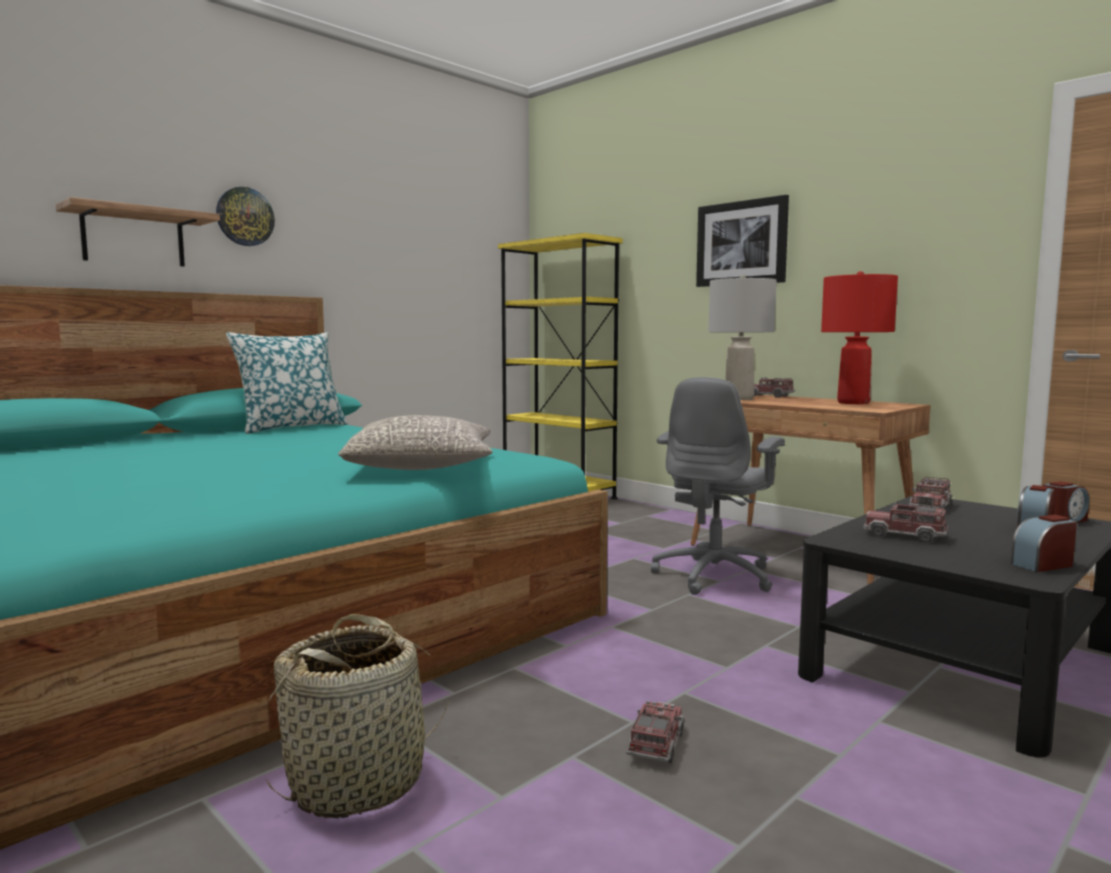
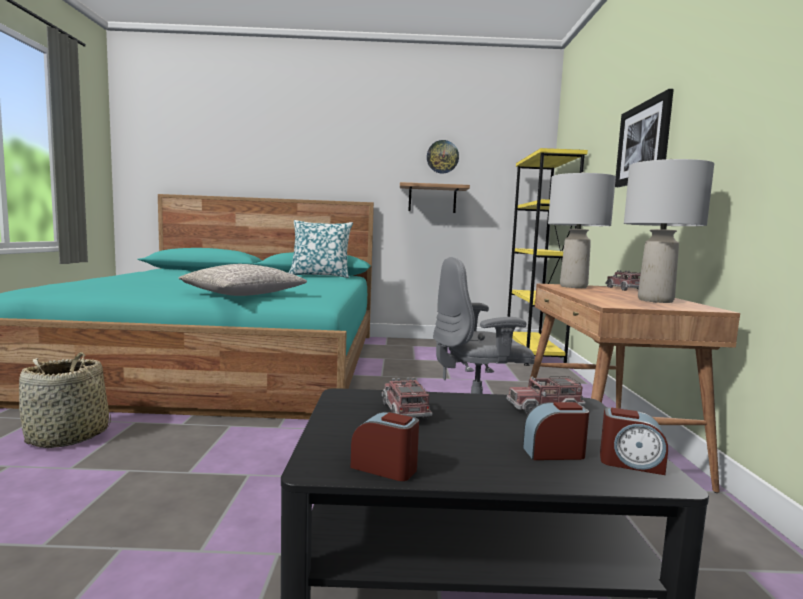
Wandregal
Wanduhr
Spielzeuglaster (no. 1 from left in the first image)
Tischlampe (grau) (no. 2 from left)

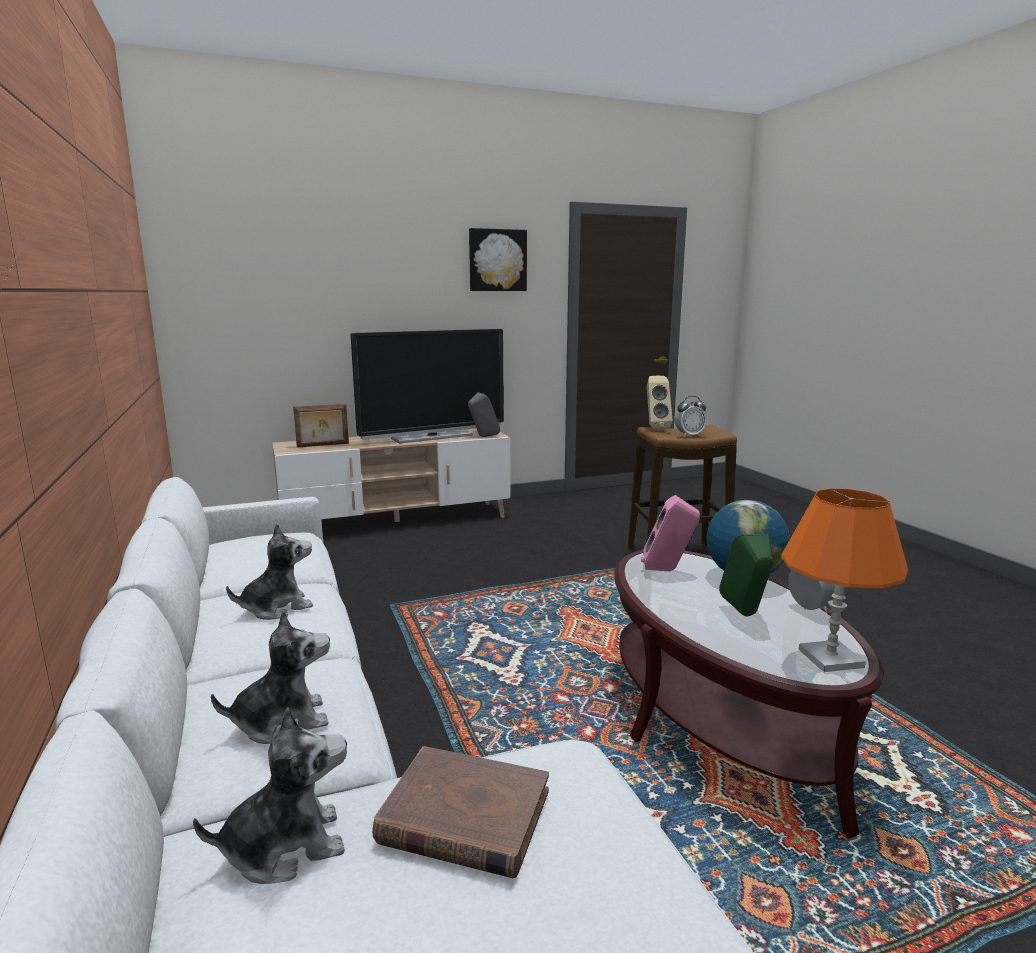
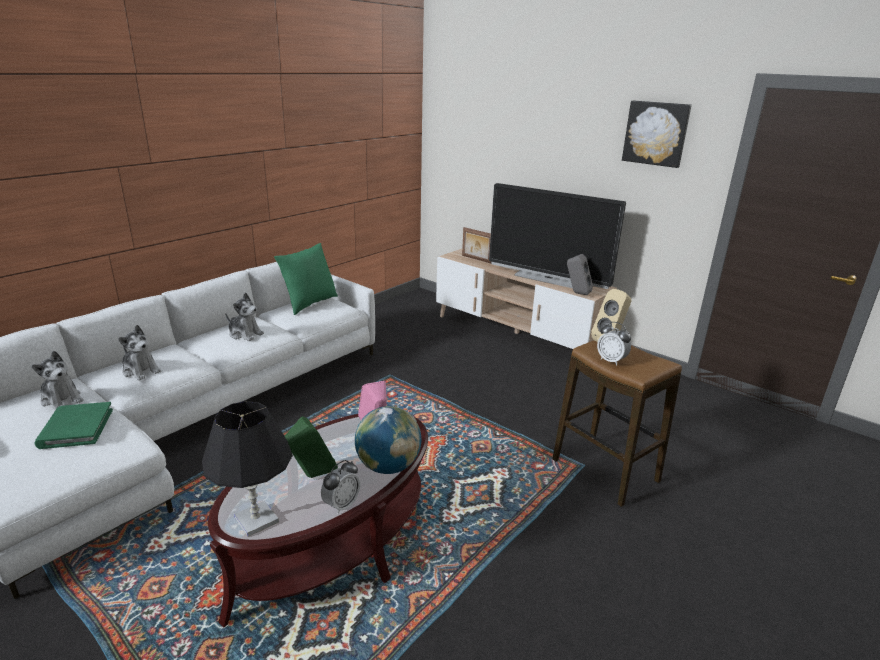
Buch (grün)
Tischlampe (schwarz)
Kissen (grün)

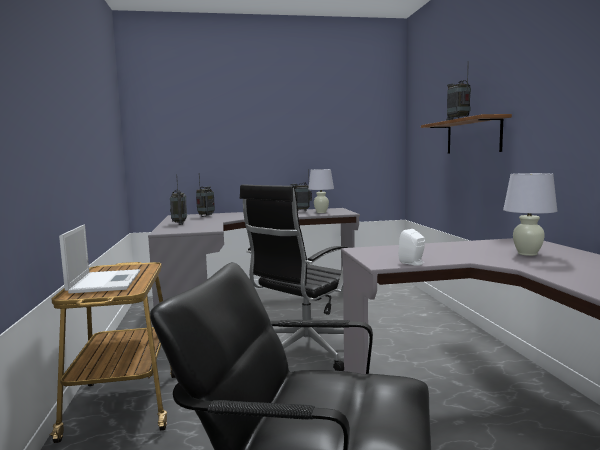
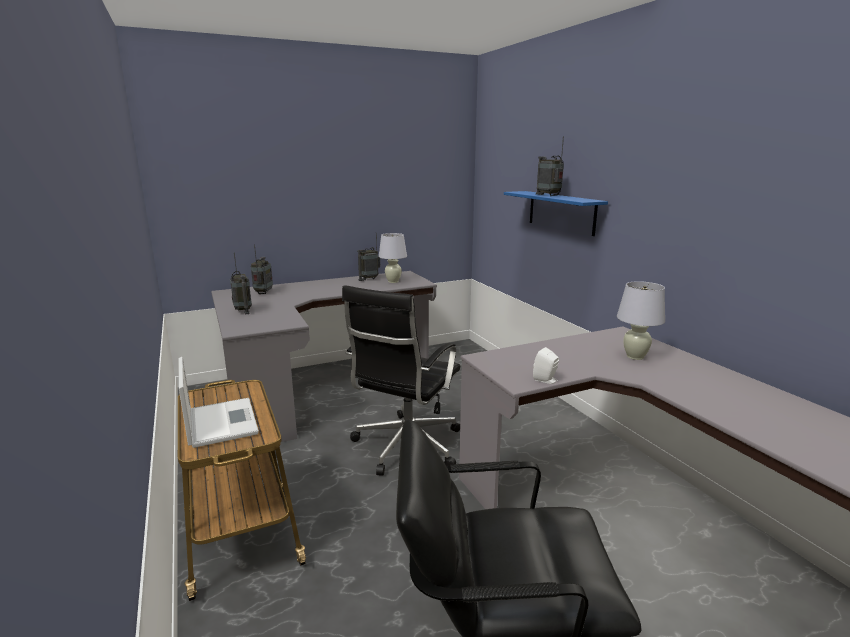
Wandregal (blau)

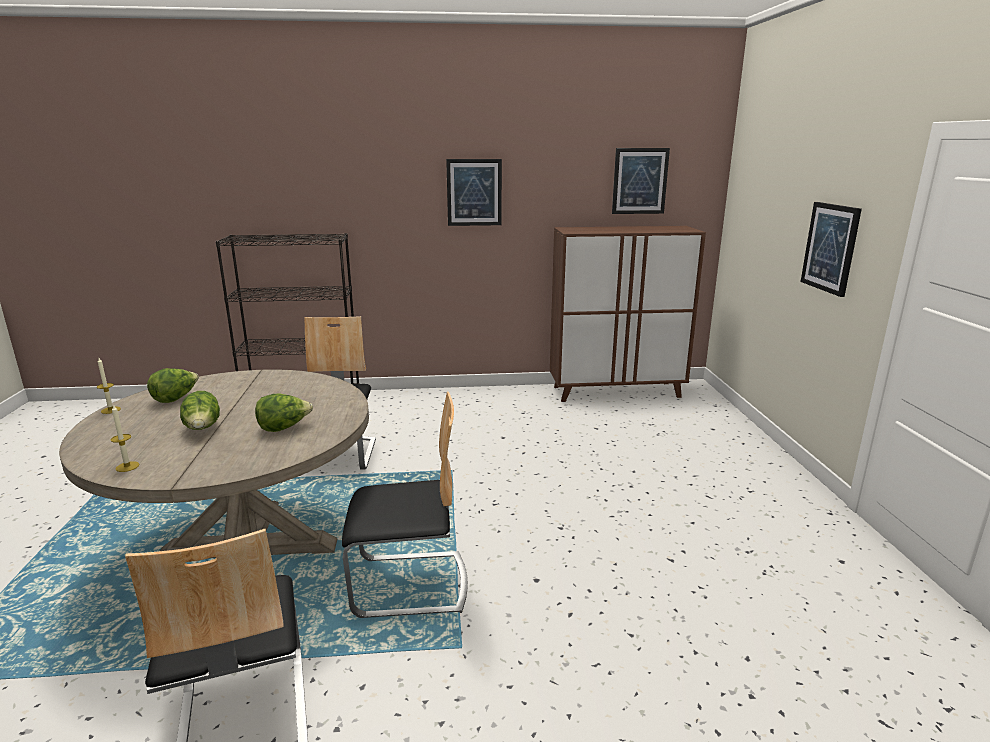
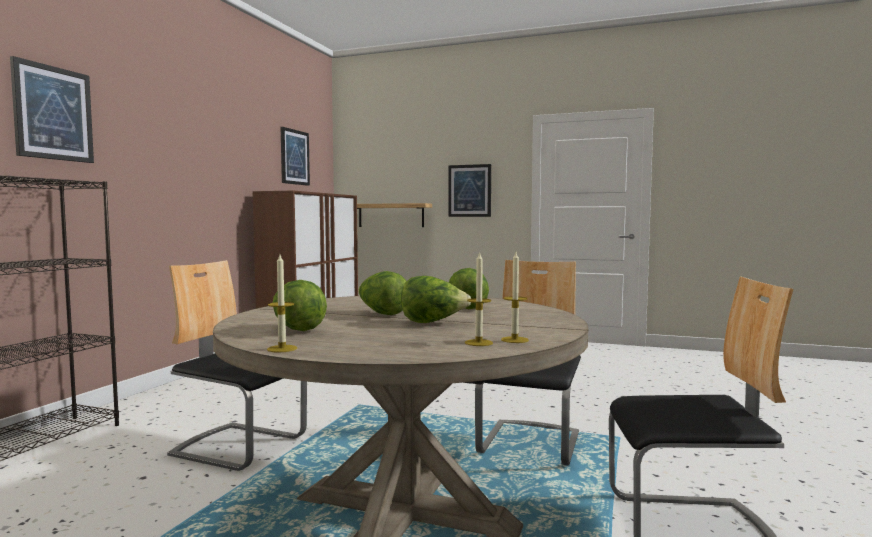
Bild (no. 1 from left)
Wandregal
Salatkopf (no. 2 from left)
Kerze (no. 2 from left)

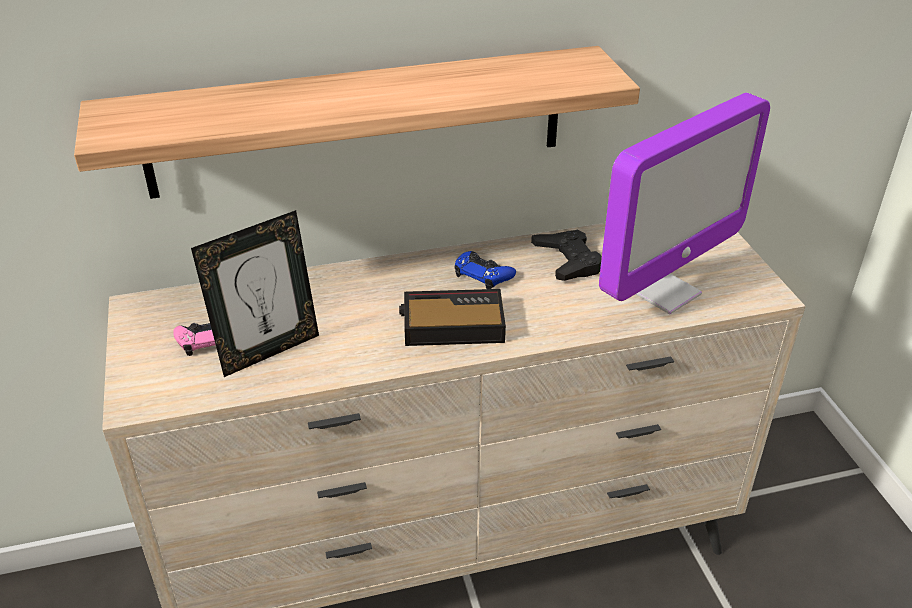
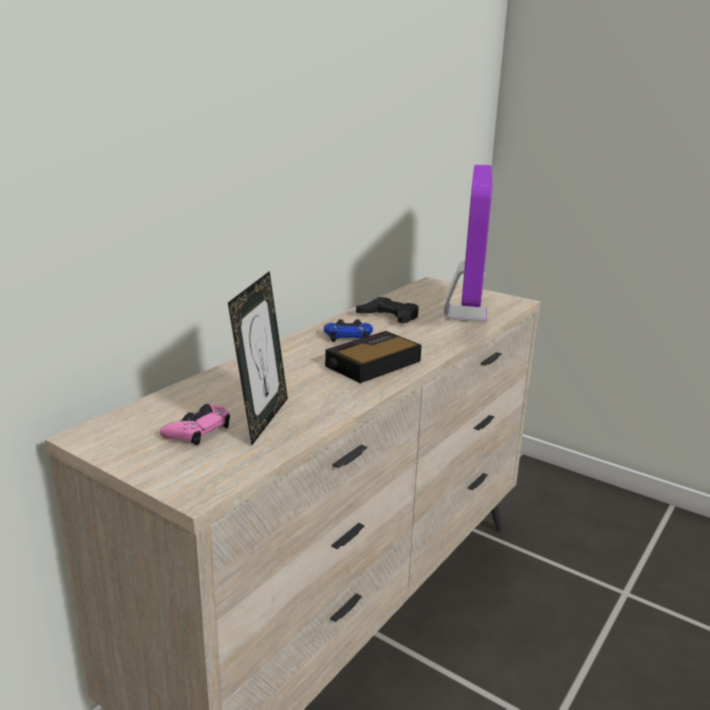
Wandregal

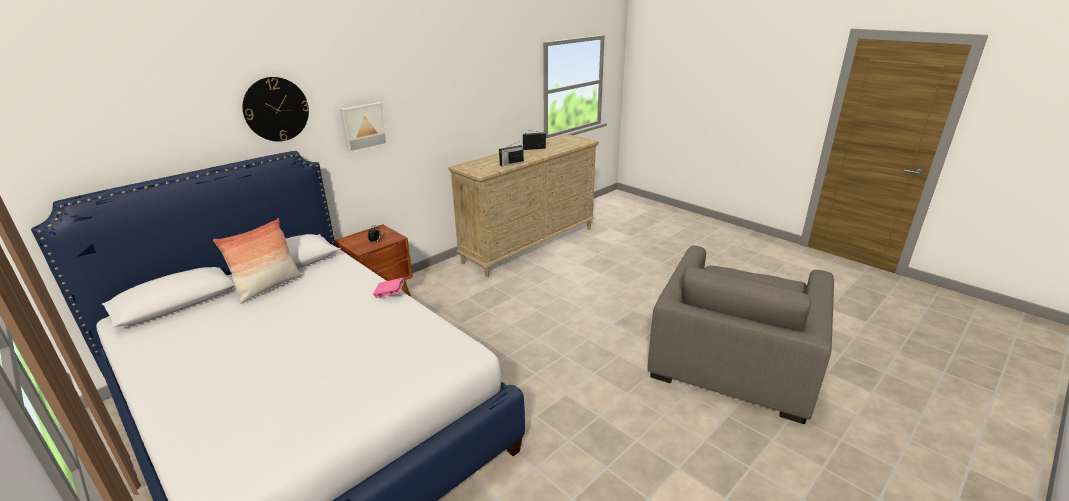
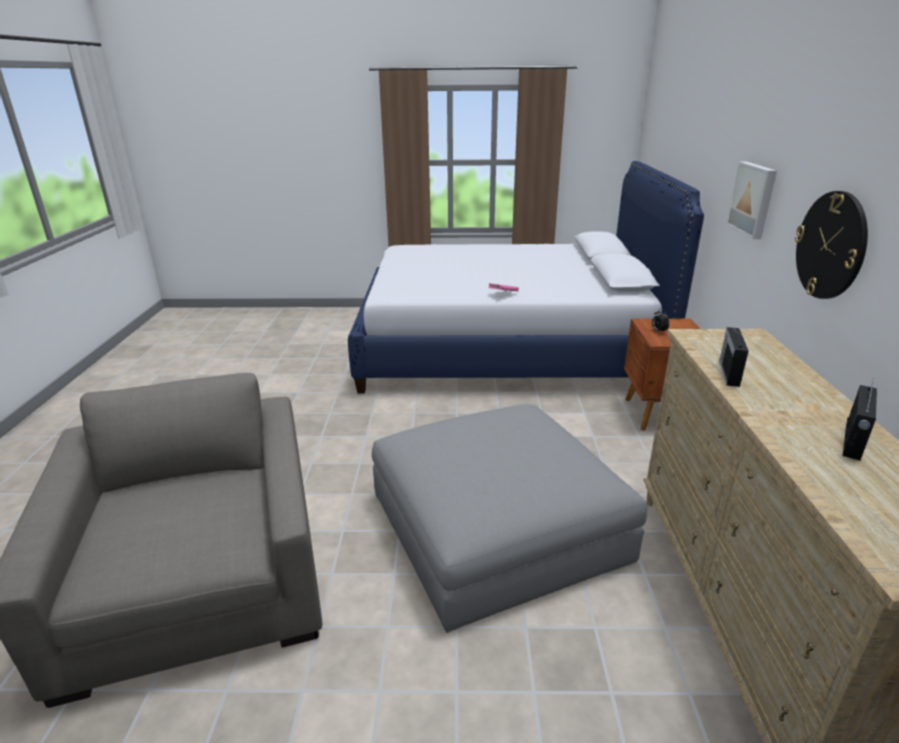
Kissen
Wanduhr
Polsterhocker (grau)

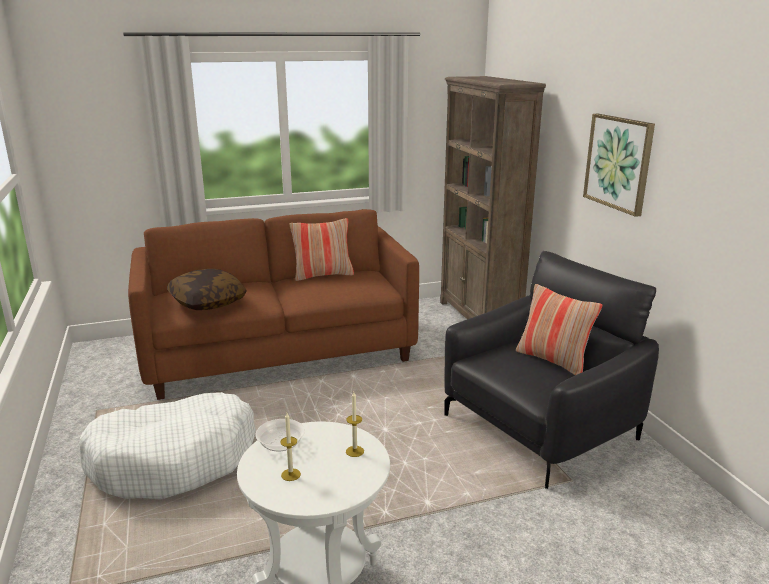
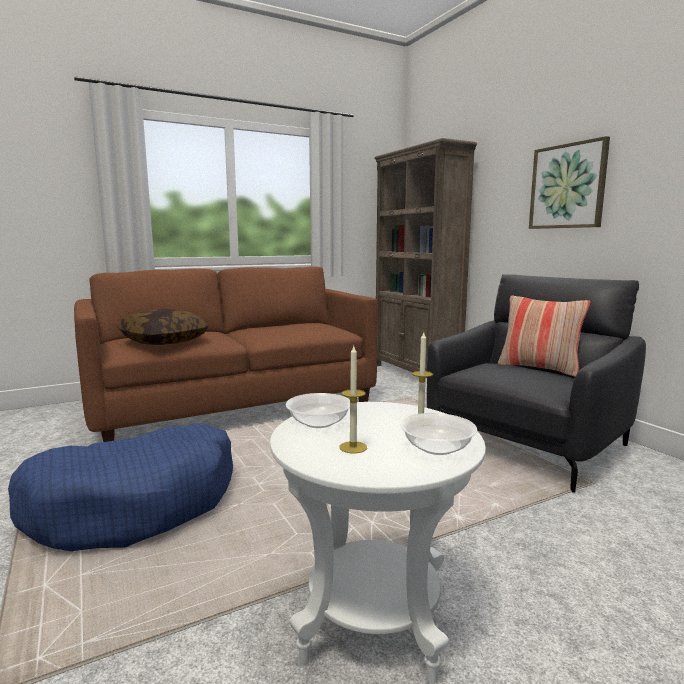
Hundebett (blau)
Kissen (no. 2 from left in the first image)
Schüssel (no. 2 from left)

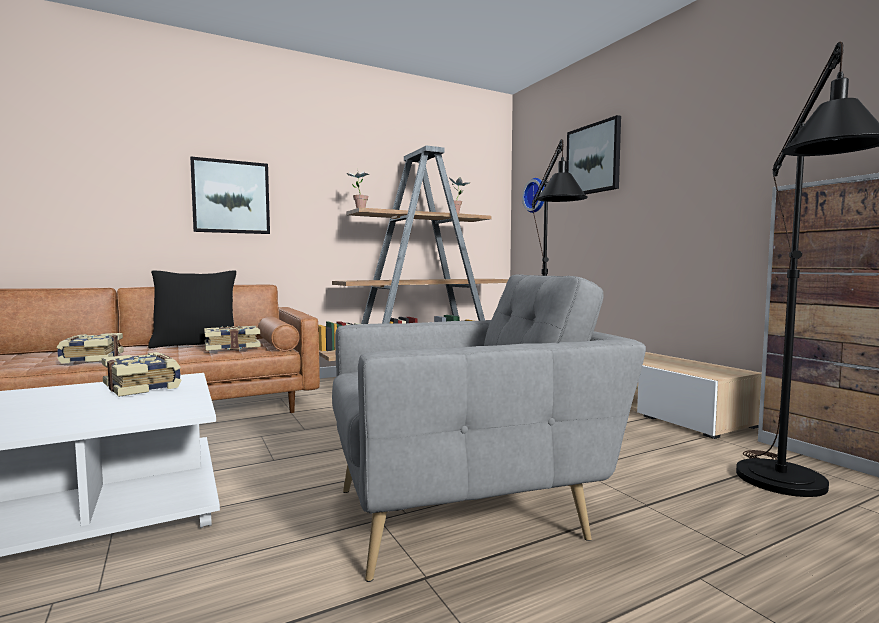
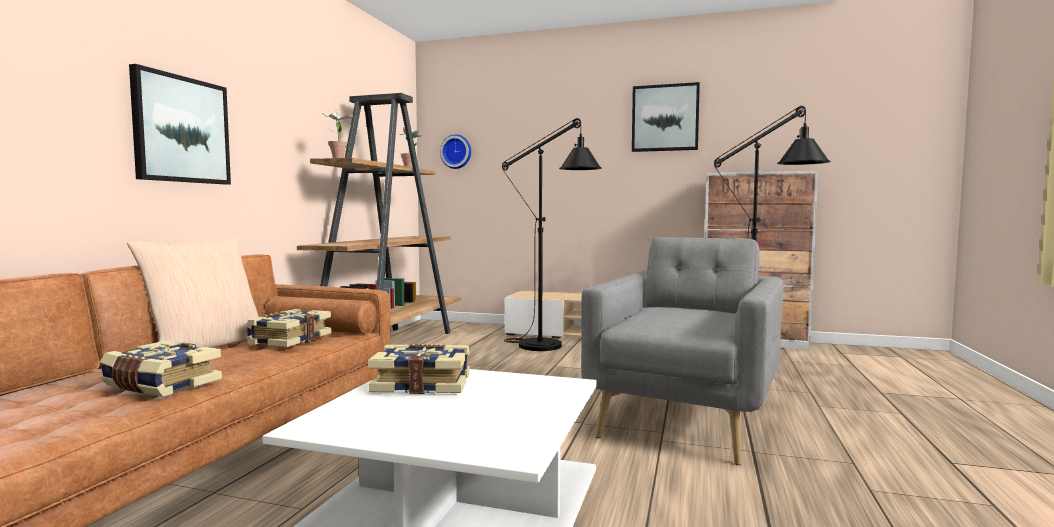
Kissen (beige)
Bild (no. 2 from left)

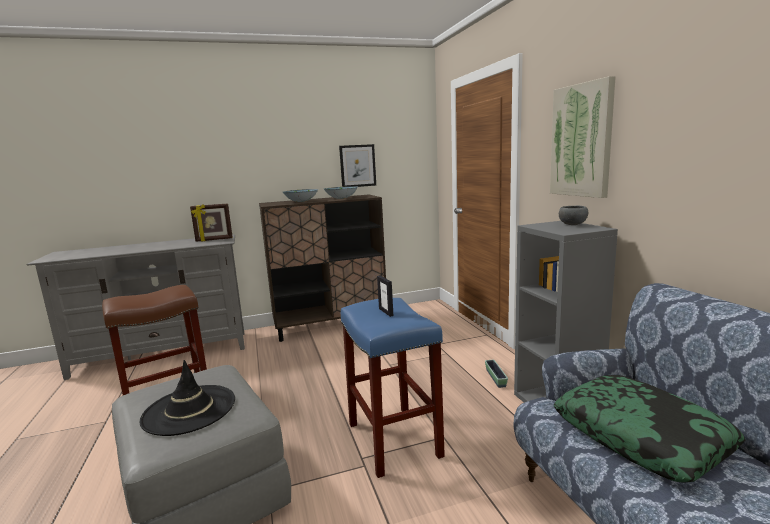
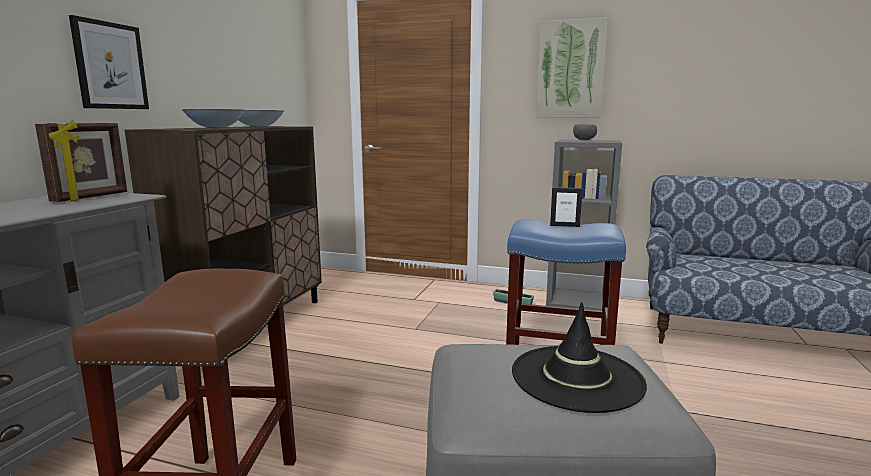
Bild (no. 1 from left)
Kissen

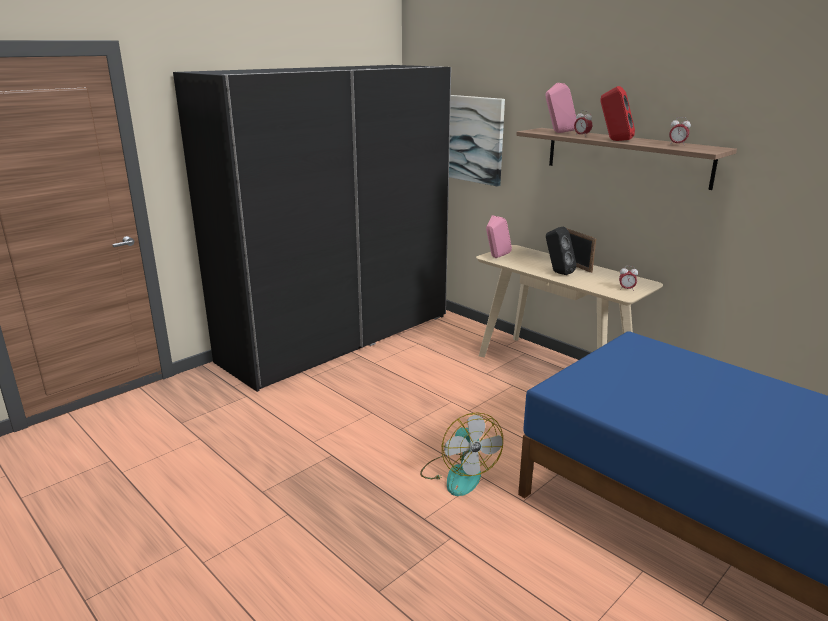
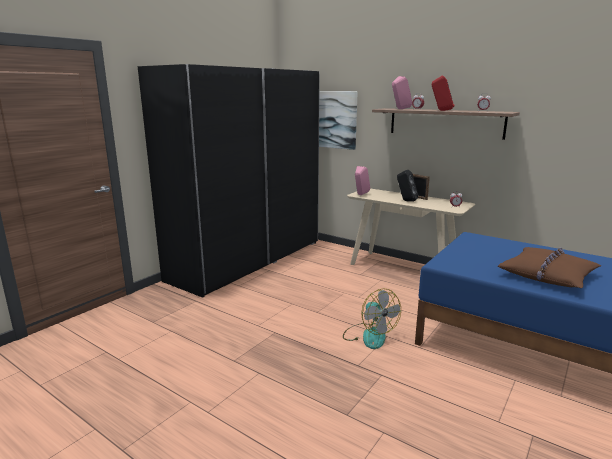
Kissen (braun)

